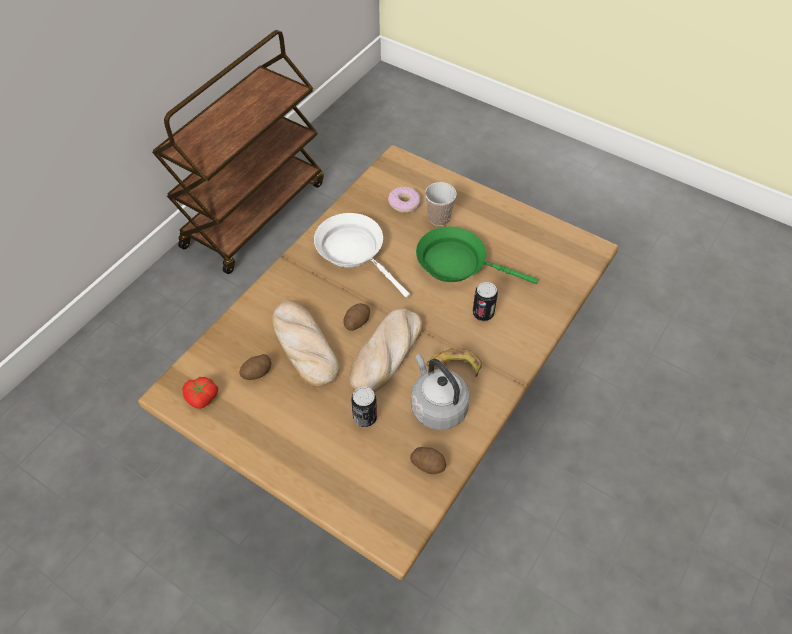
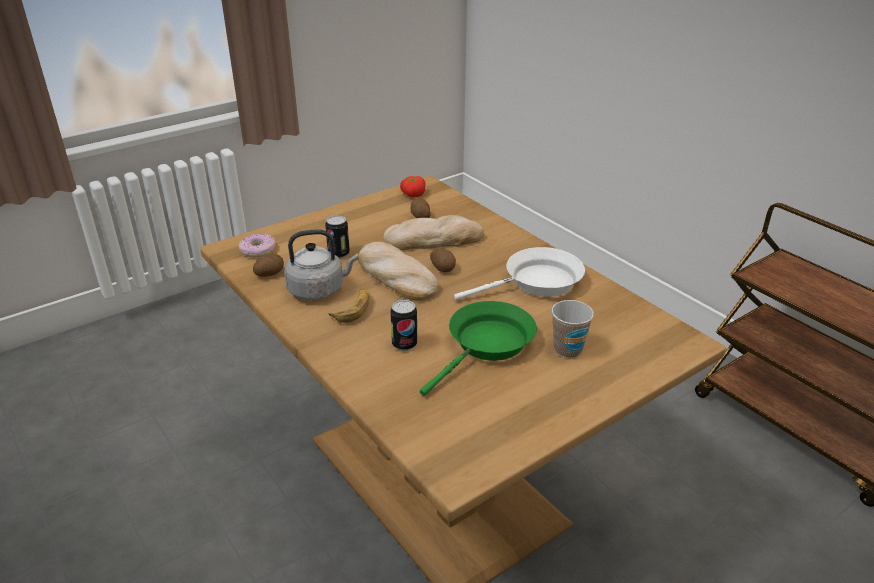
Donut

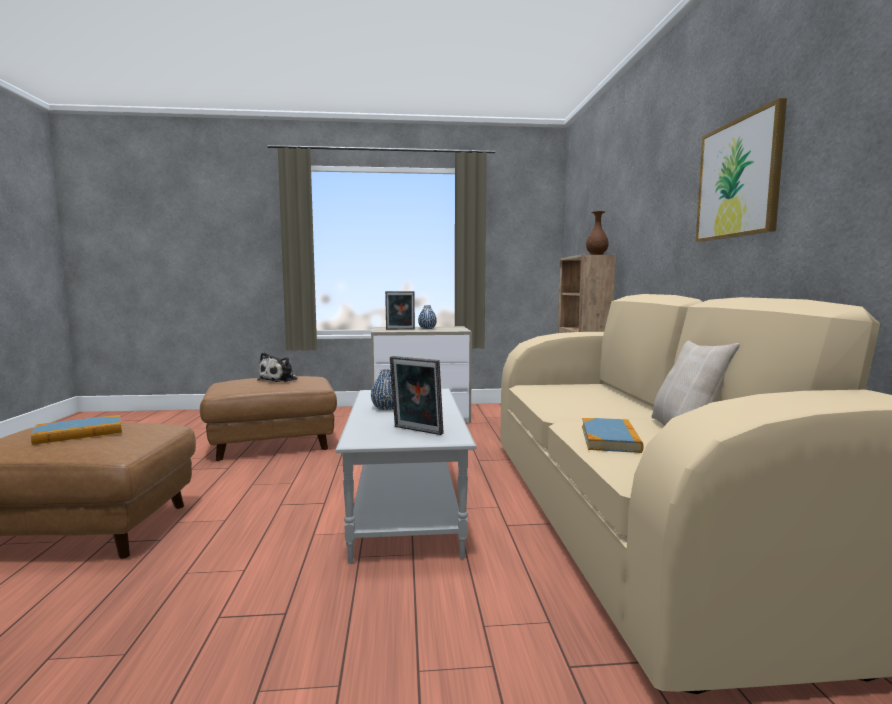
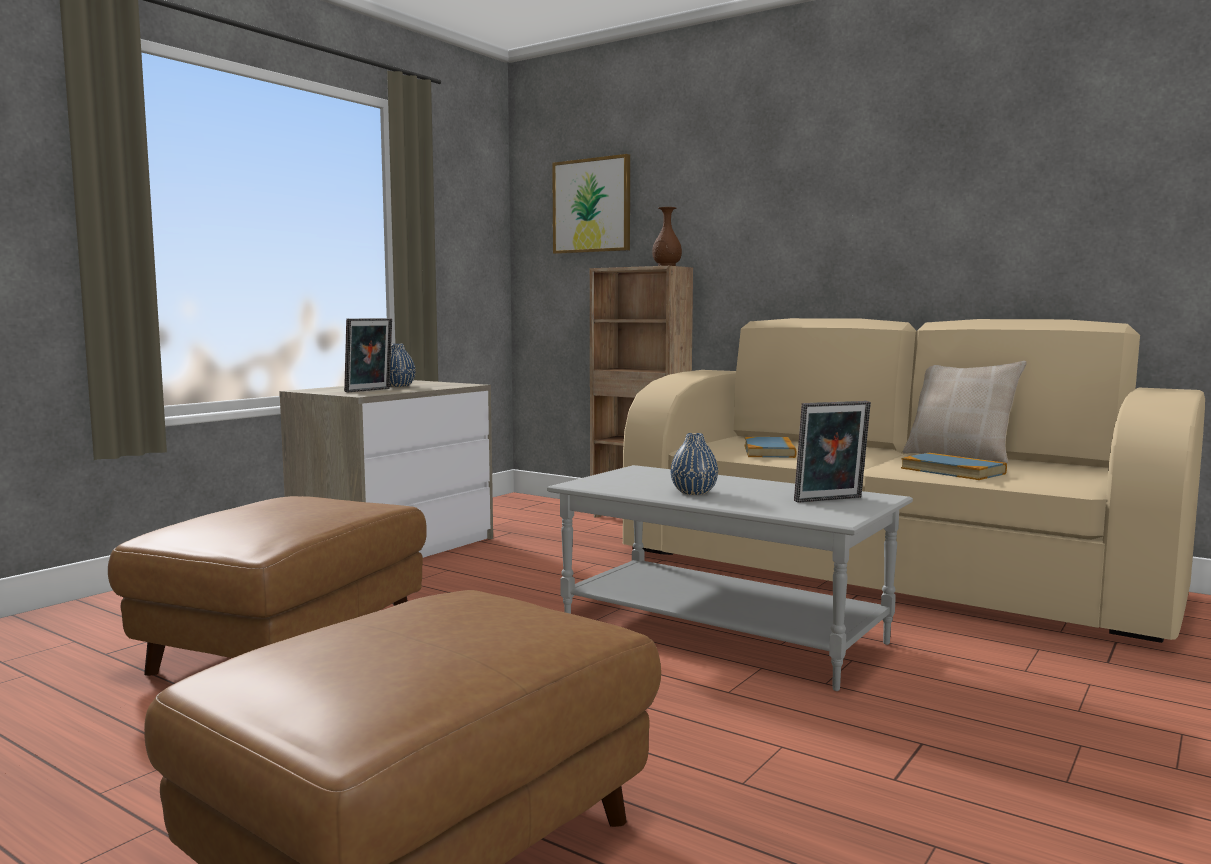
Buch (no. 1 from left)
Plüschtier
Bild

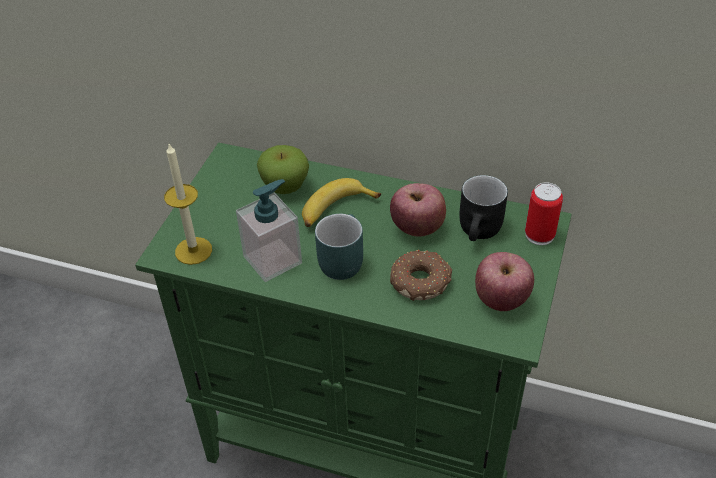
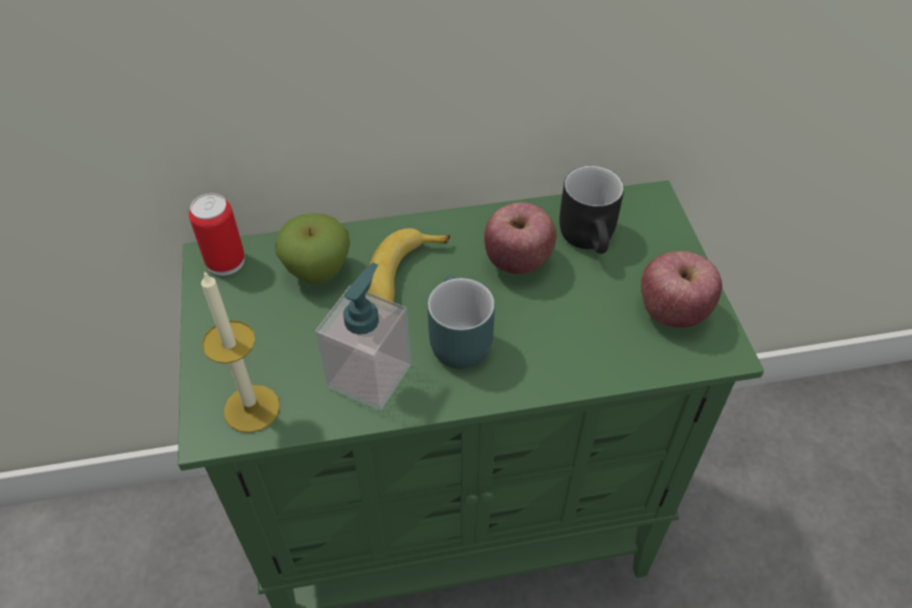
Donut
Dose

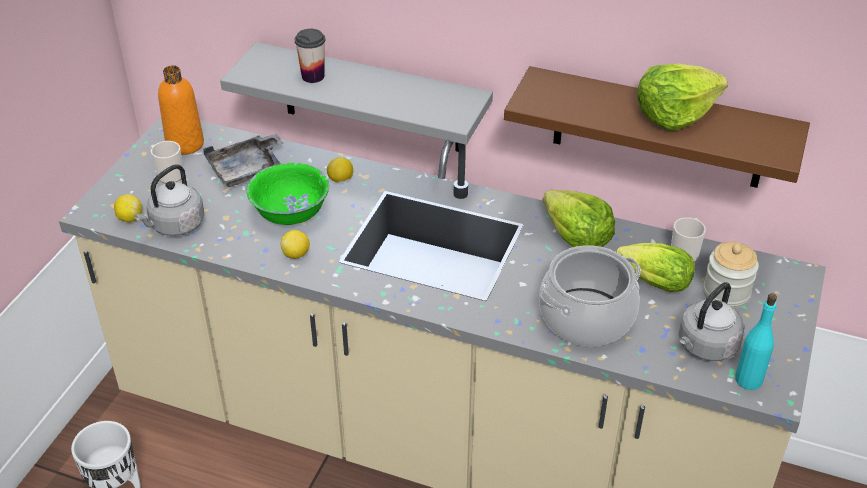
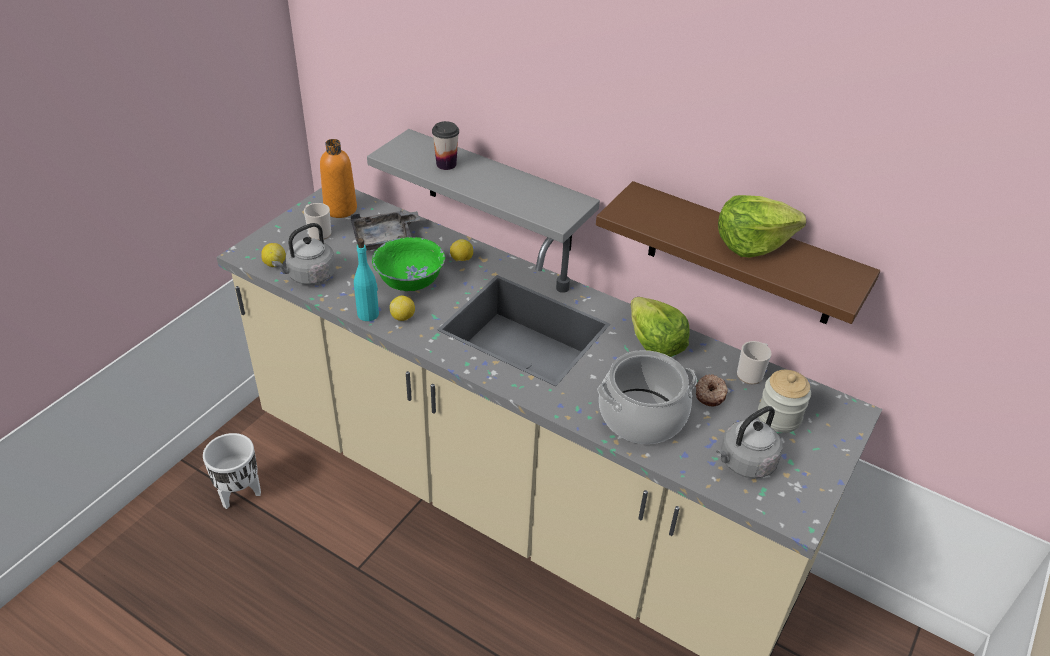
Donut
Flasche (türkis)

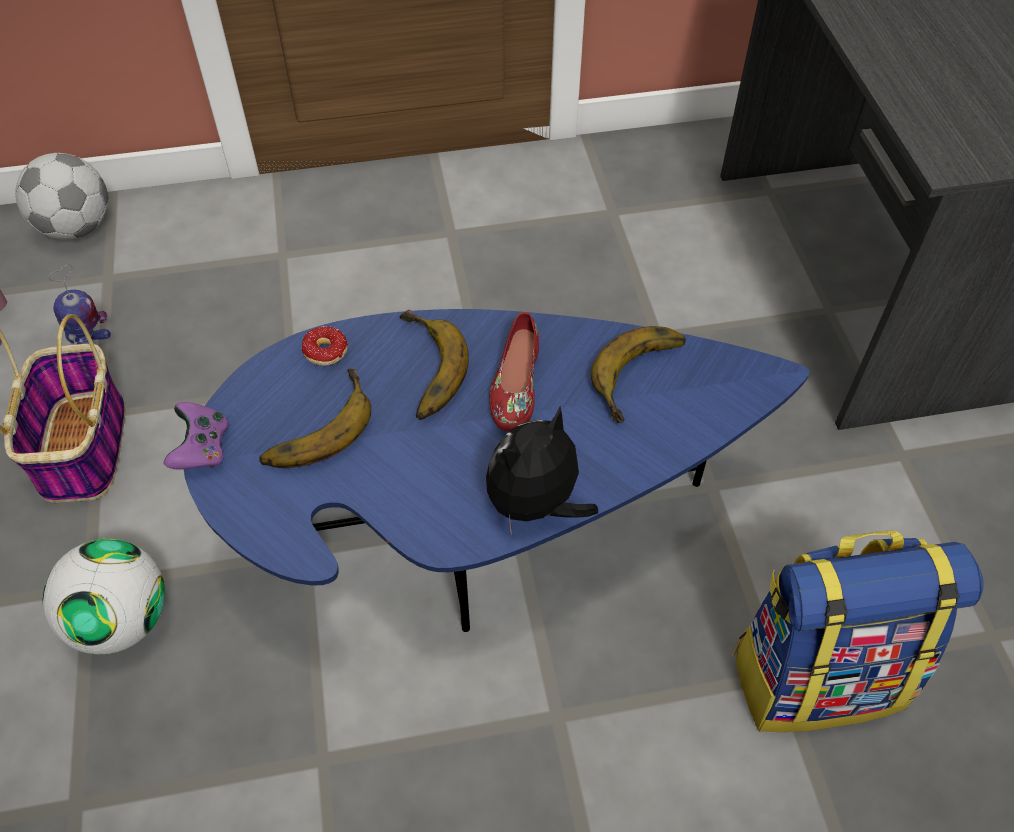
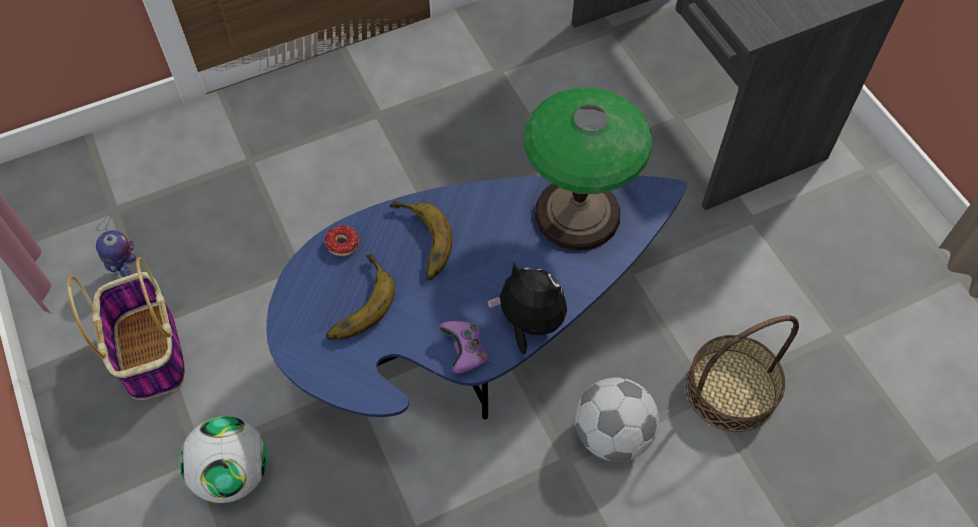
Fußball (no. 2 from left)
Gamepad (lila)
Plüschtier
Schuh (rot)
Tischlampe
Korb (no. 2 from left)

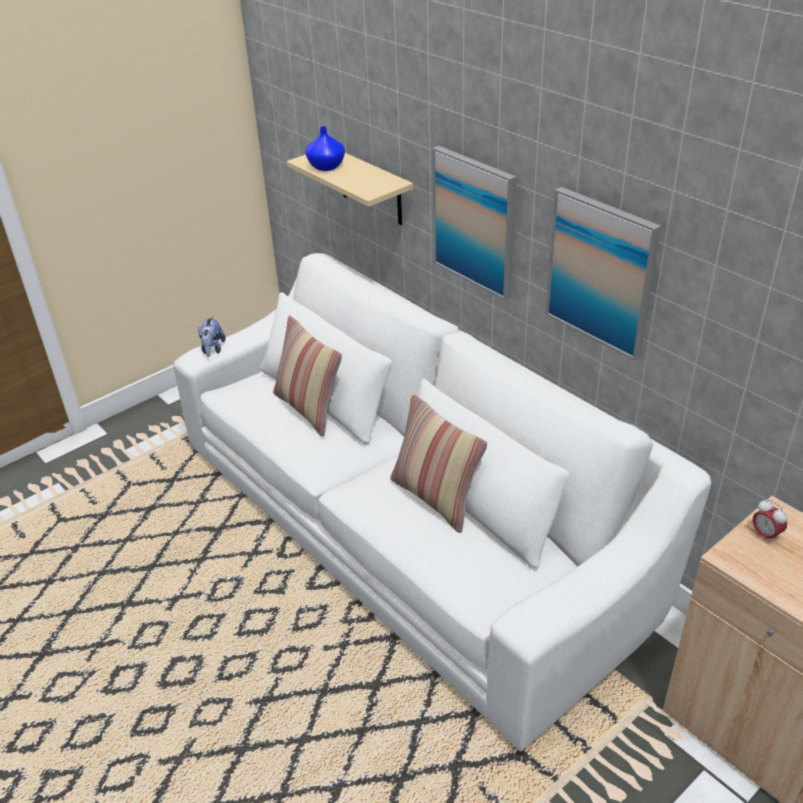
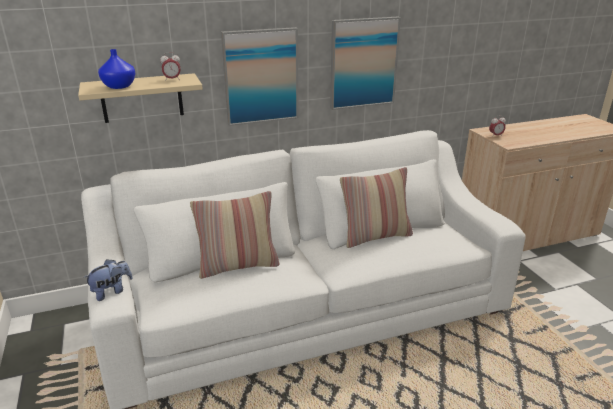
Plüschtier
Wecker (no. 1 from left)

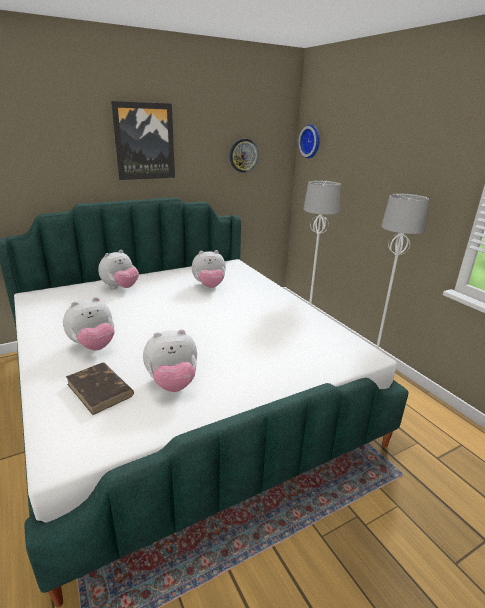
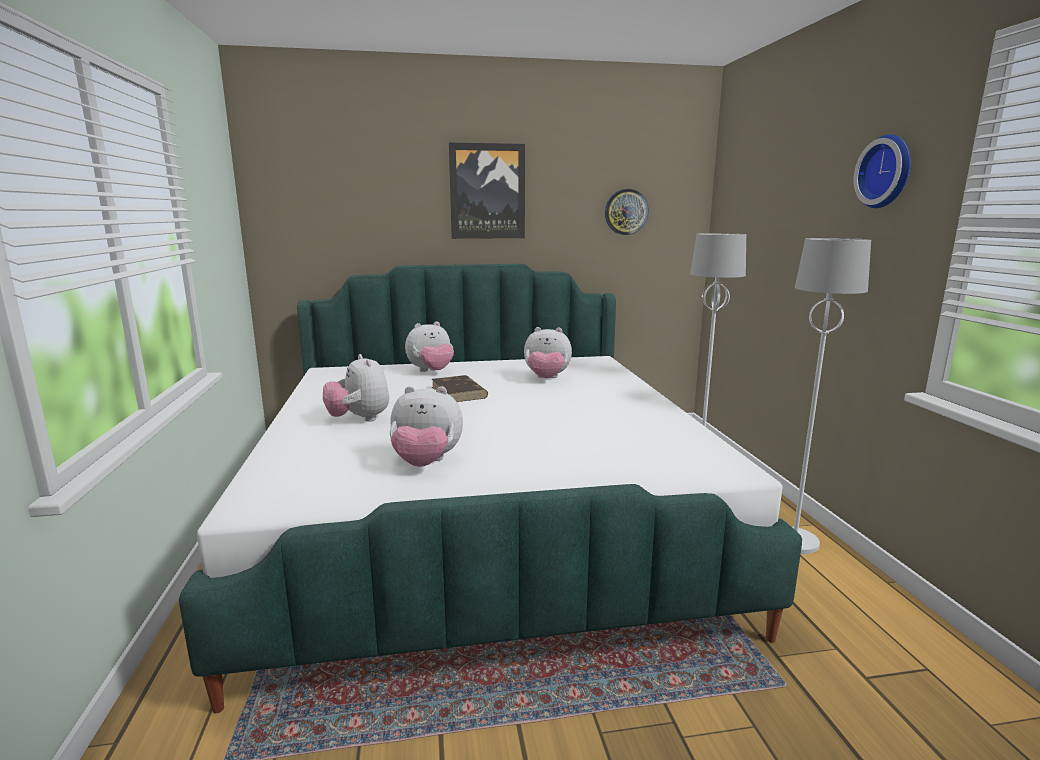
Plüschtier (no. 1 from left)
Buch (braun)
Wanduhr (no. 2 from left)

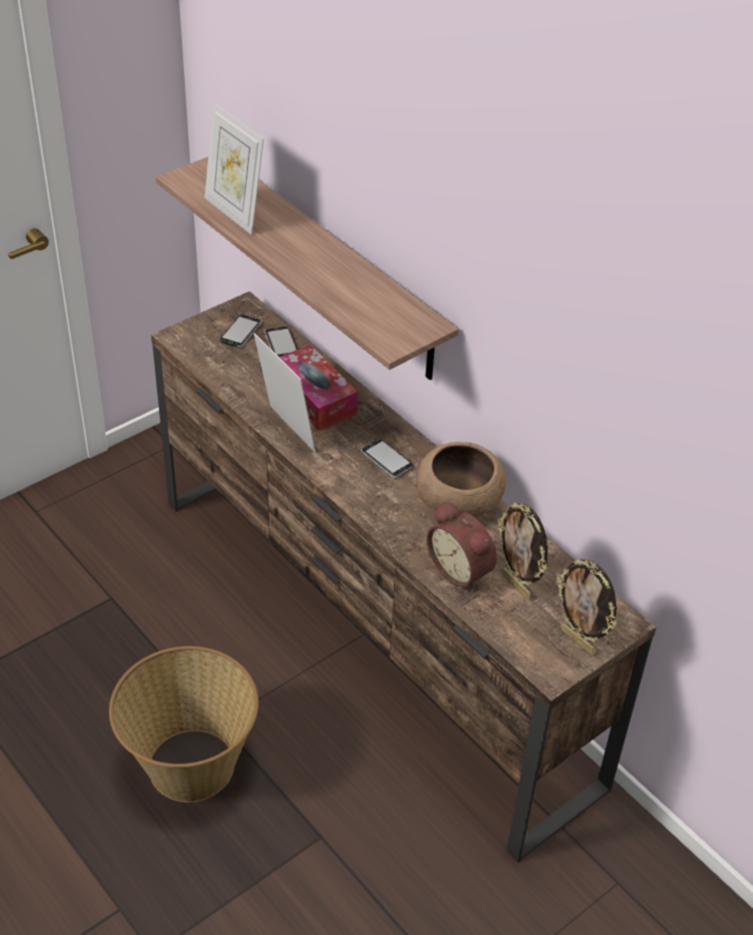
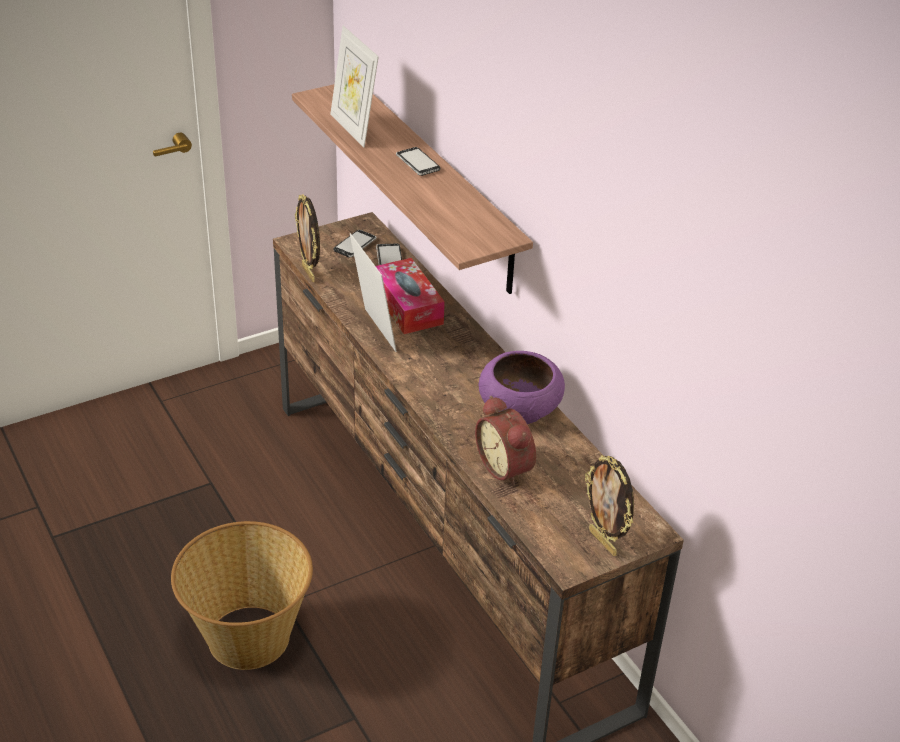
Handy (no. 3 from left)
Schüssel (lila)
Bilderrahmen (no. 1 from left)

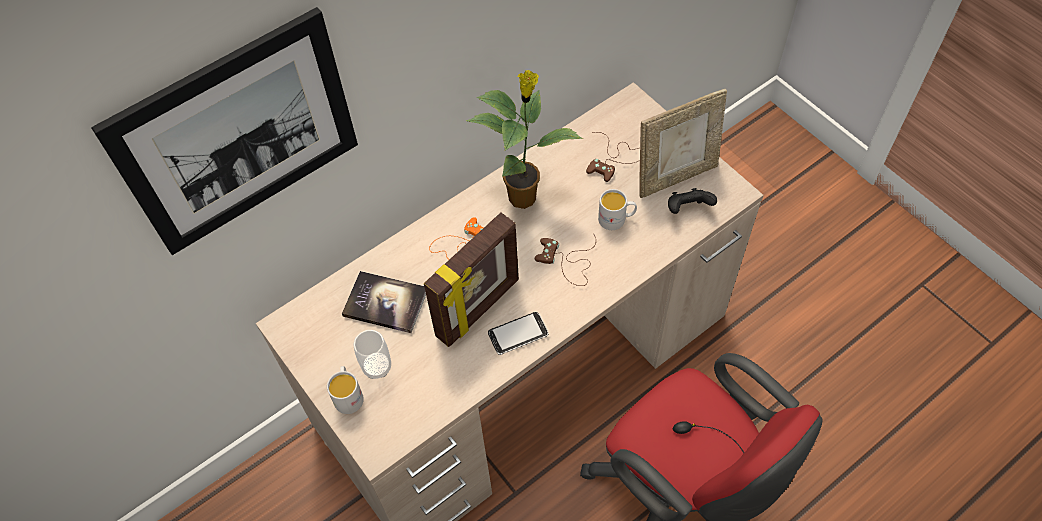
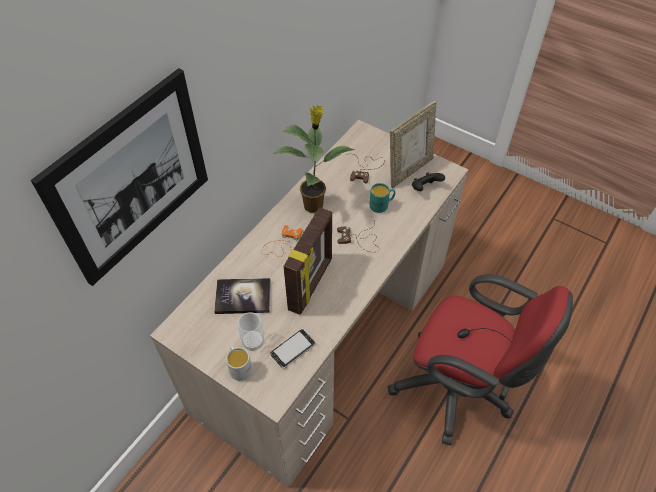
Handy
Henkelbecher (türkis)

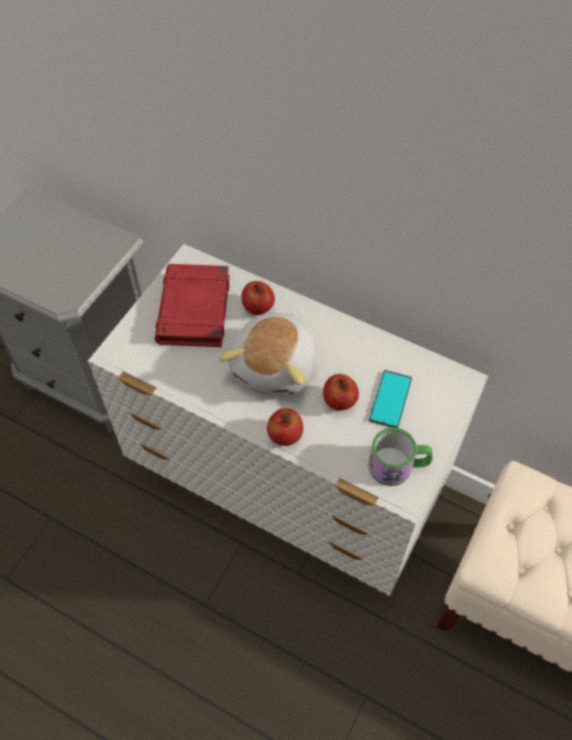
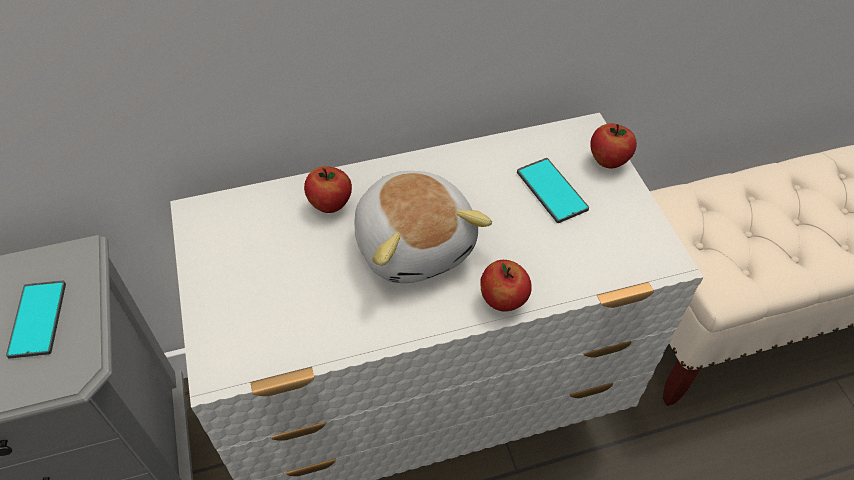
Buch (rot)
Apfel (no. 3 from left)
Henkelbecher
Handy (no. 1 from left)

